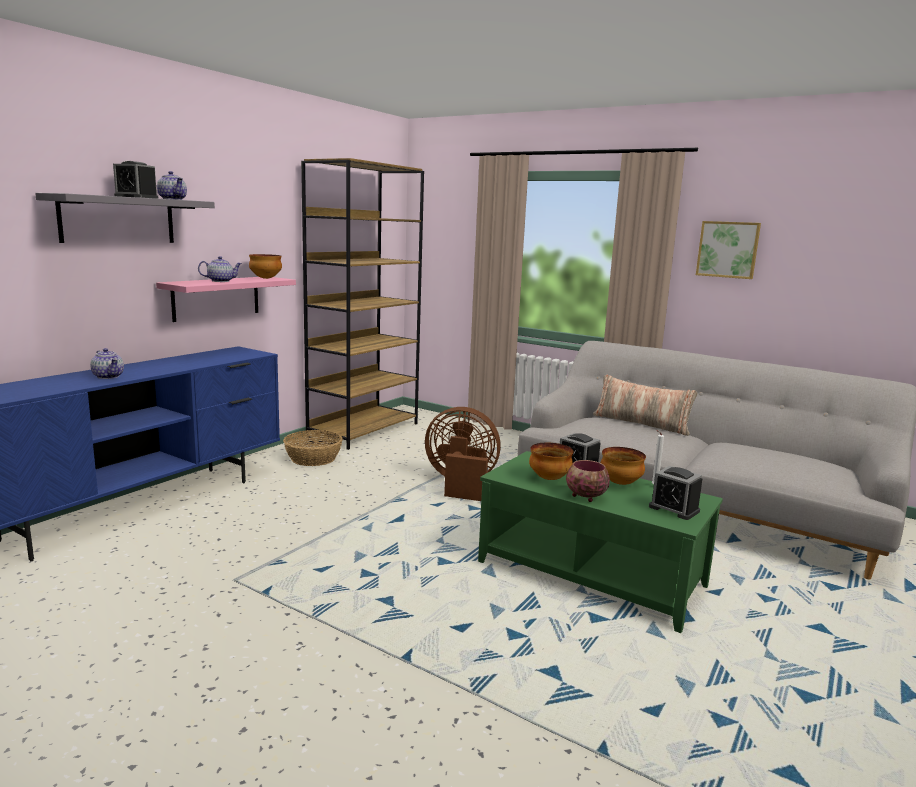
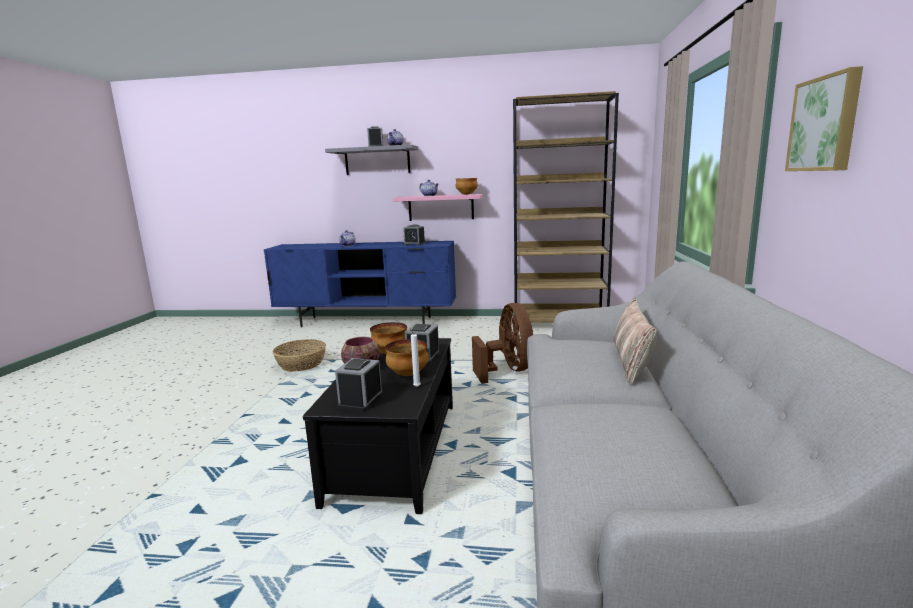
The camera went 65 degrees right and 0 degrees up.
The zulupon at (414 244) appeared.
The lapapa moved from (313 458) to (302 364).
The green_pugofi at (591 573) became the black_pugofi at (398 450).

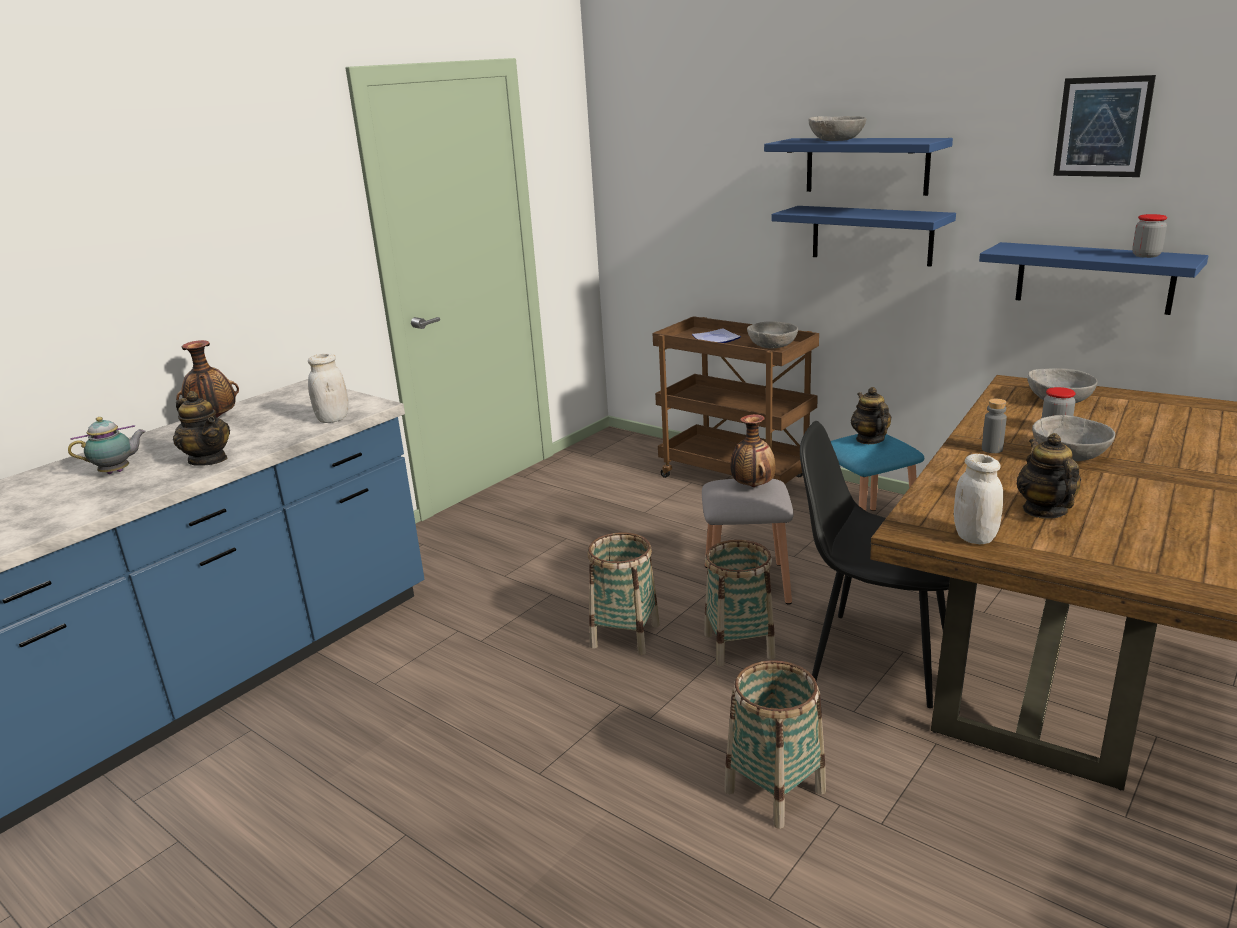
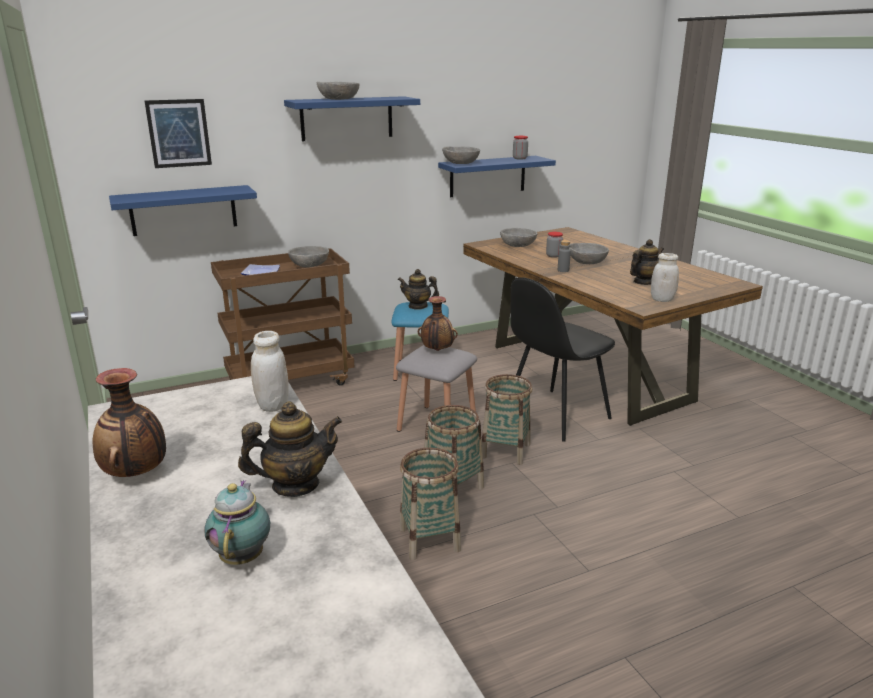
The camera went 65 degrees left and 0 degrees up.
The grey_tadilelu at (460 163) appeared.
The lapapa moved from (774 790) to (429 539).
The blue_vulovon moved from (871 235) to (183 210).
The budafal moved from (1102 127) to (179 133).
The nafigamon at (1044 510) turned 120 degrees clockwise.

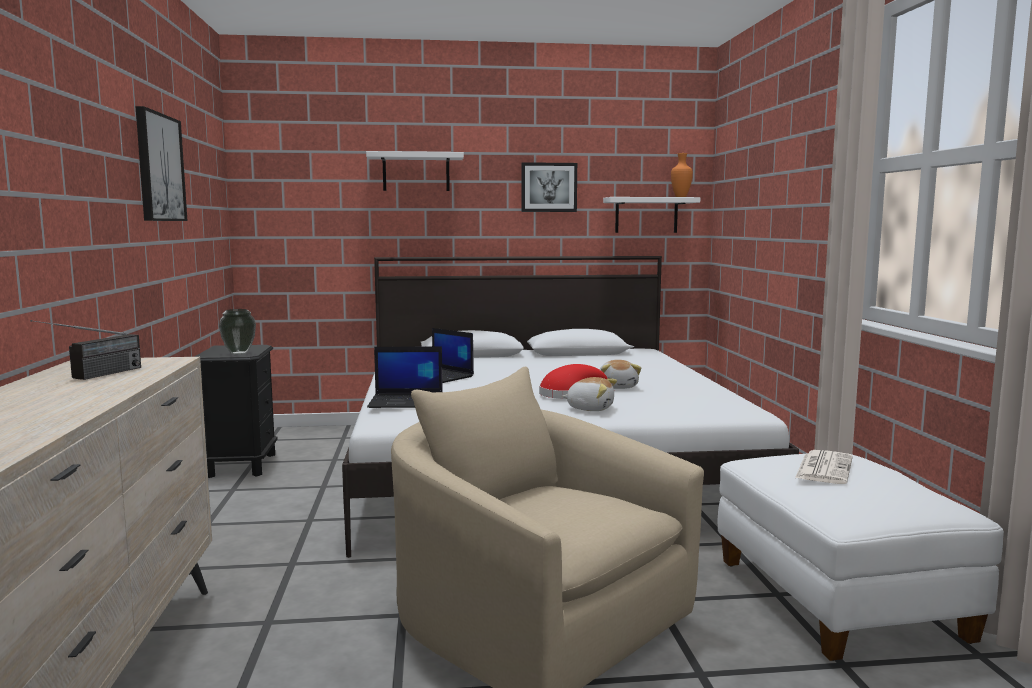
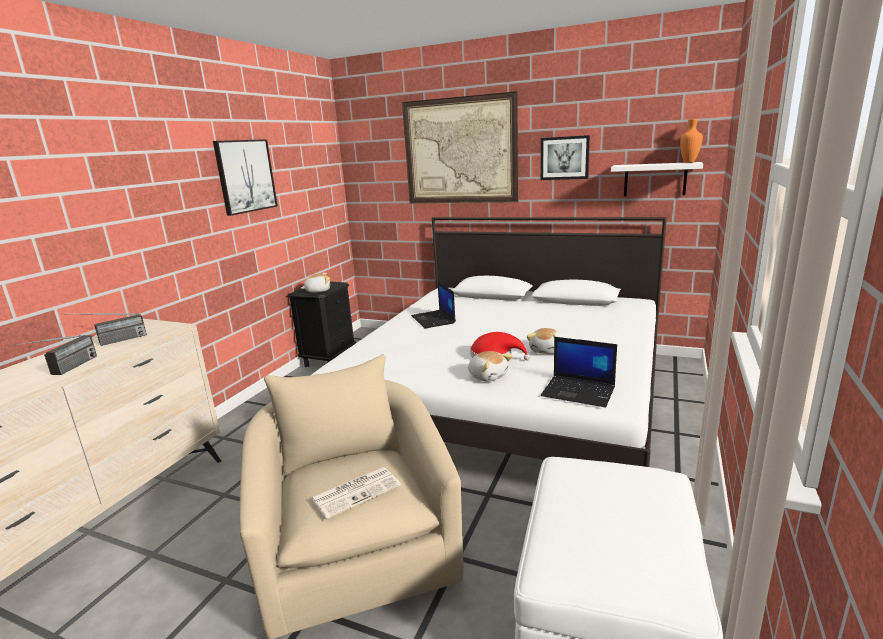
The camera went 30 degrees right and 10 degrees up.
The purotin at (66 370) appeared.
The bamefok moved from (407 401) to (579 391).
The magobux moved from (823 468) to (357 491).
The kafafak at (238 353) was replaced by the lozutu at (318 291).
The white_vulovon at (416 172) was replaced by the budafal at (460 151).

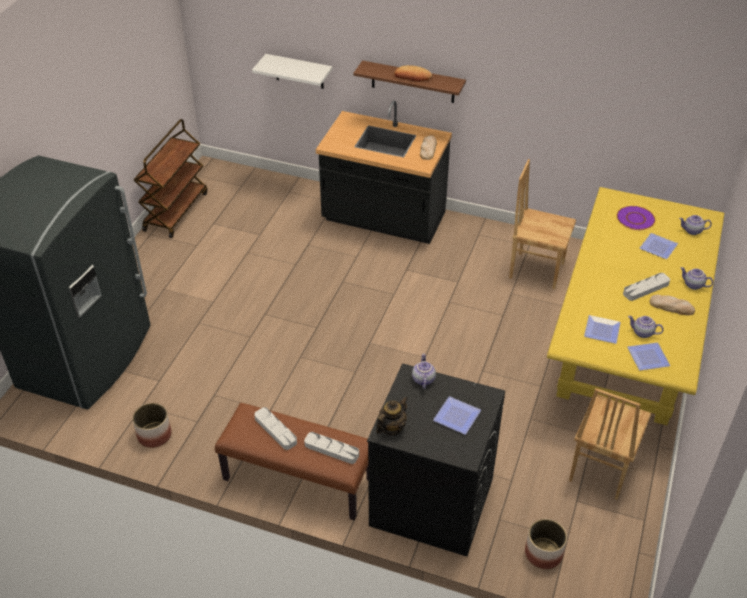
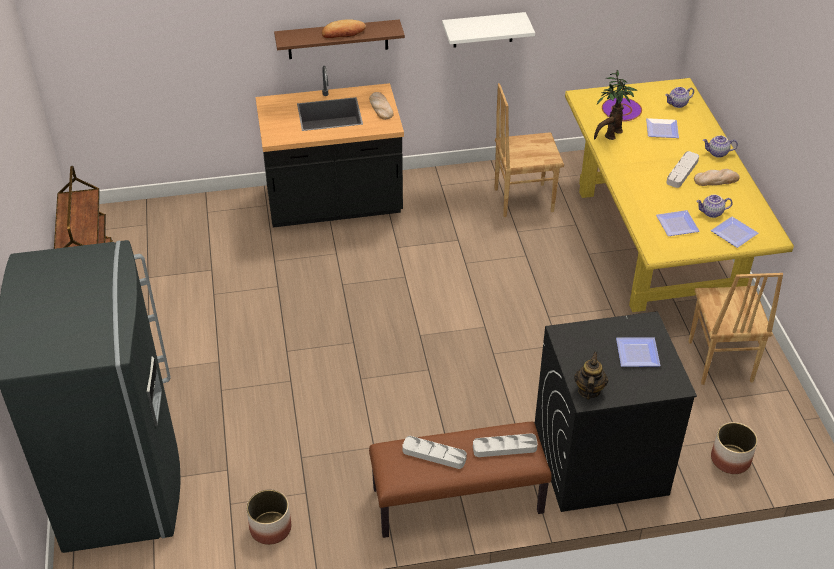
The camera went 30 degrees left and 0 degrees up.
The nafigamon at (422 379) disappeared.
The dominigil at (610 135) appeared.
The white_vulovon moved from (299 71) to (483 30).

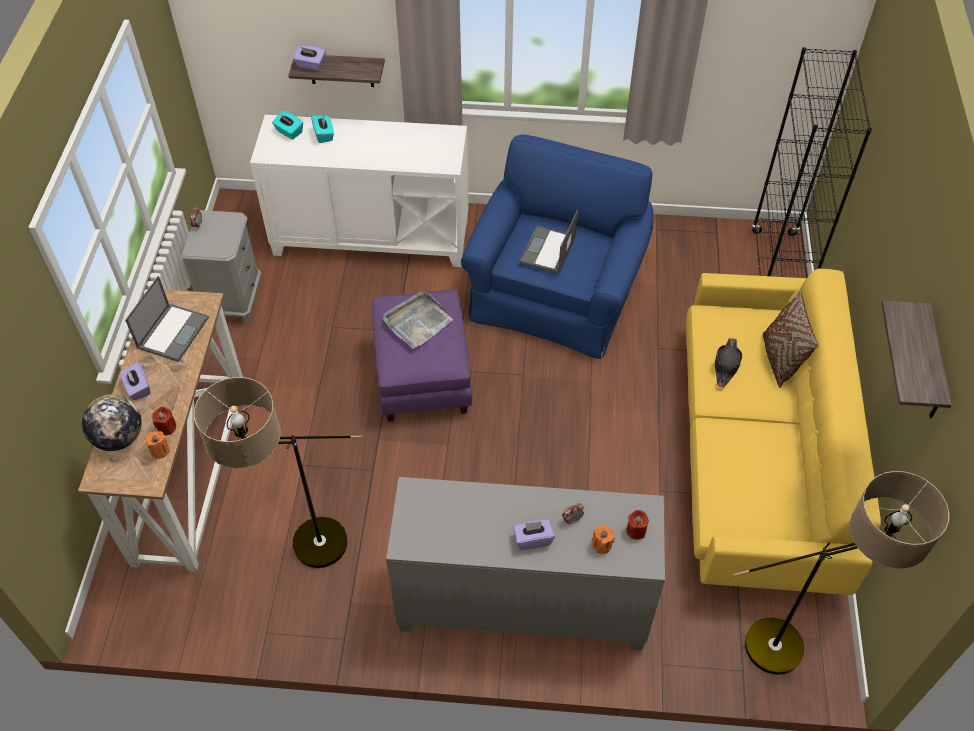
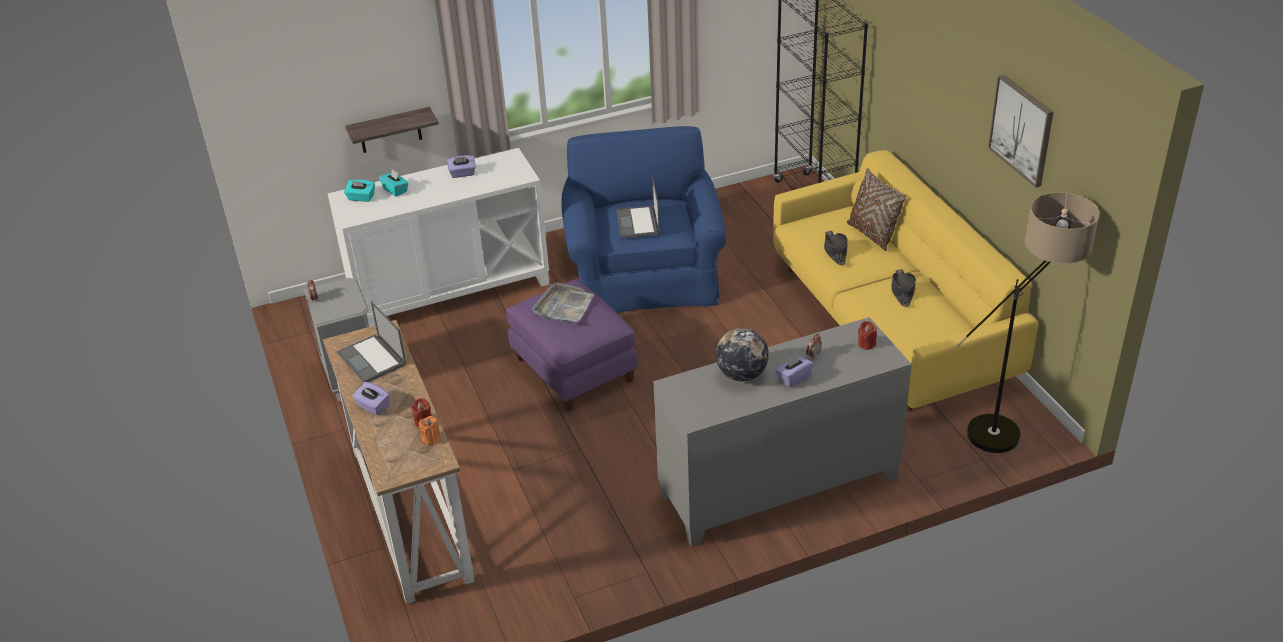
The camera went 25 degrees left and 15 degrees down.
The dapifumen at (300 554) disappeared.
The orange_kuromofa at (602 544) disappeared.
The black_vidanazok at (902 291) appeared.
The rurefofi moved from (119 438) to (741 375).
The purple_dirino moved from (310 65) to (462 173).
The vulovon at (932 367) was replaced by the budafal at (1022 130).
The bamefok at (173 332) turned 150 degrees clockwise.

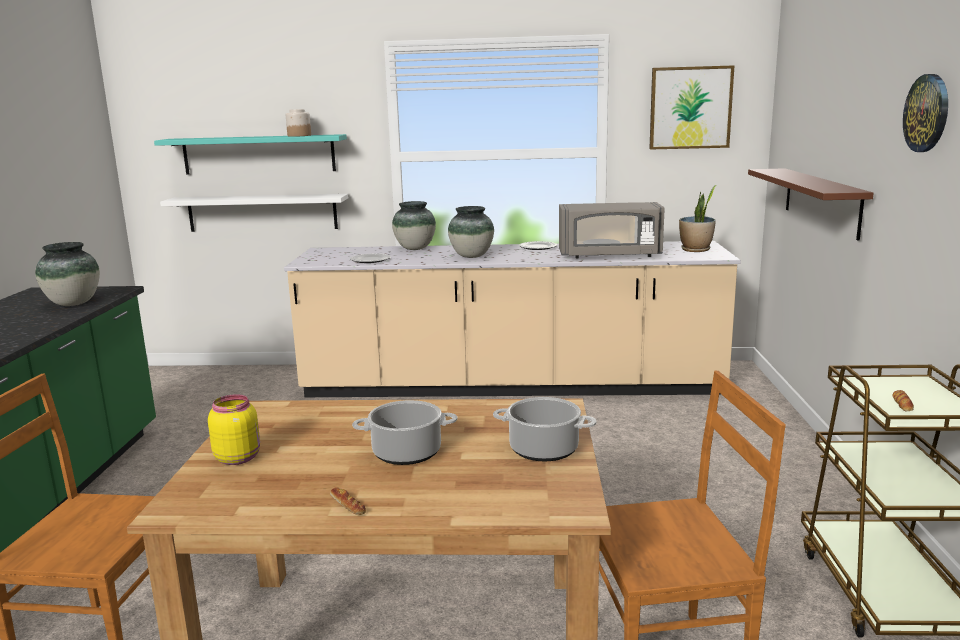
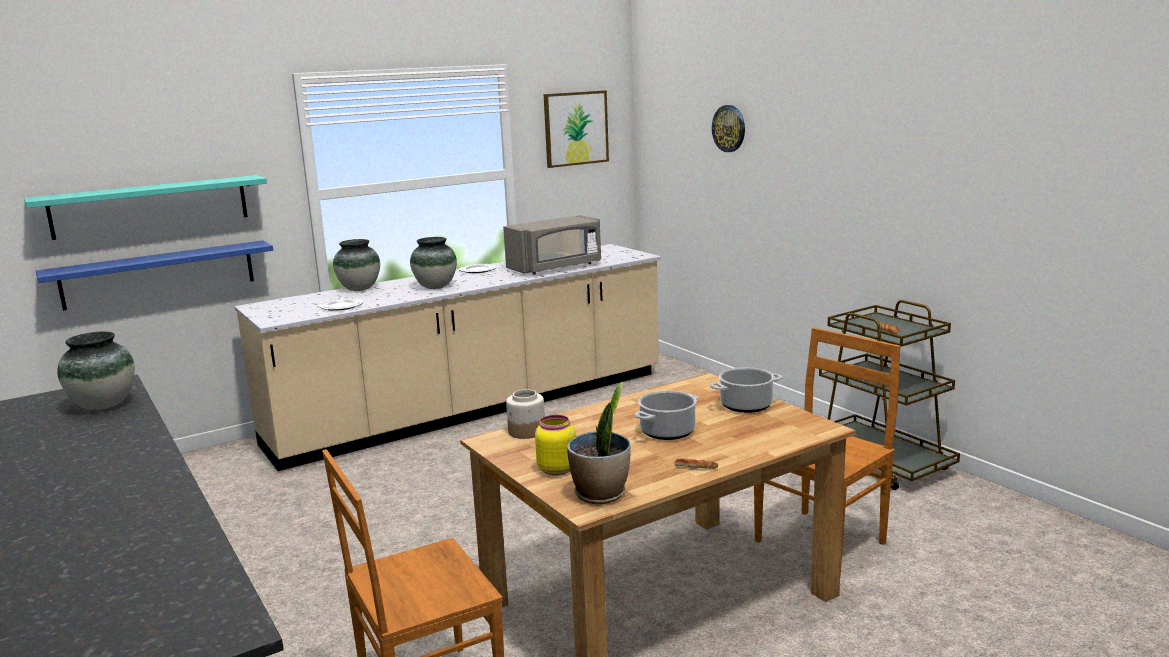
The camera went 35 degrees left and 0 degrees up.
The brown_vulovon at (821 201) disappeared.
The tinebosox moved from (299 135) to (526 432).
The dominigil moved from (696 250) to (601 494).
The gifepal moved from (927 113) to (729 128).
The white_vulovon at (262 212) became the blue_vulovon at (159 274).

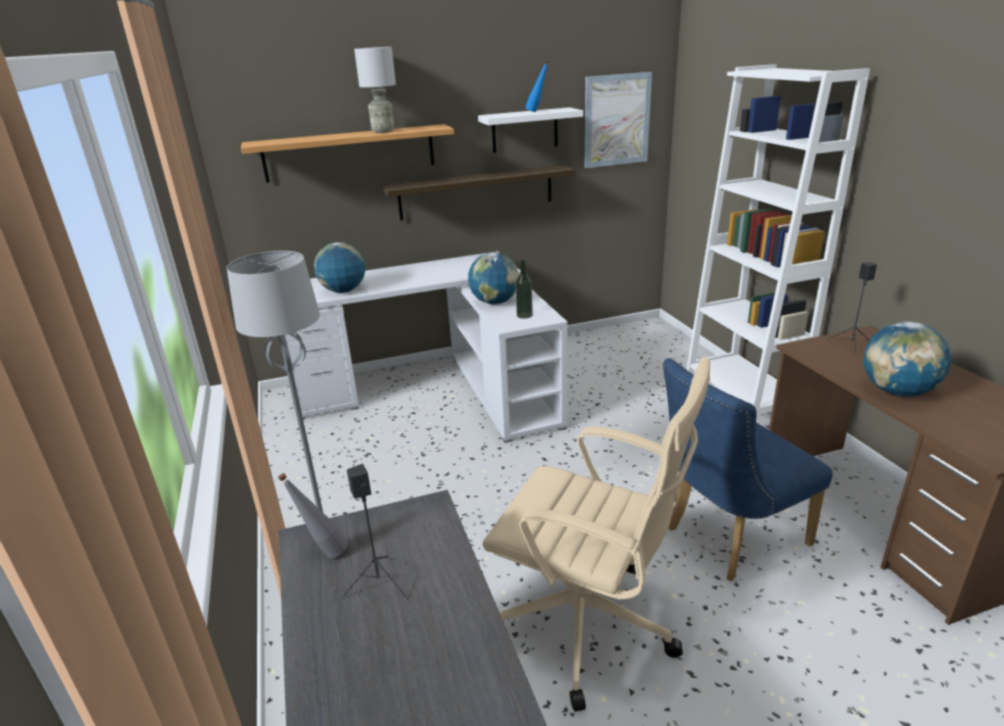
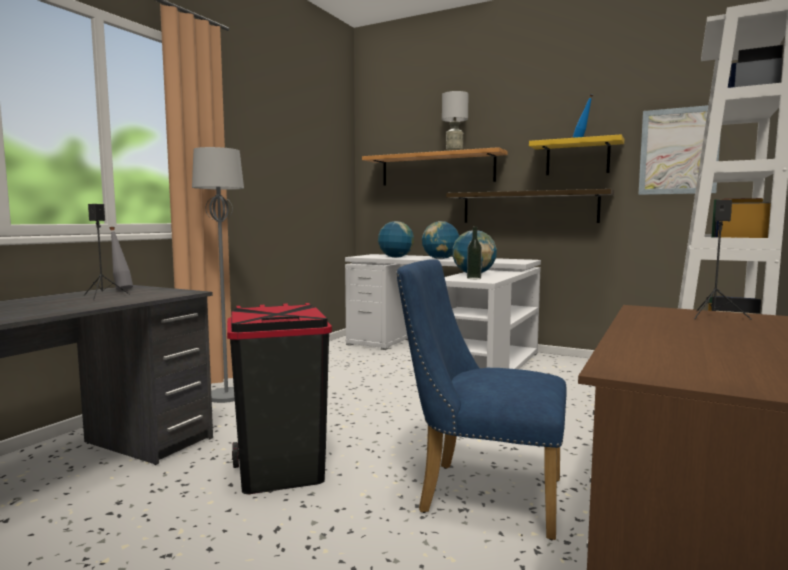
The camera went 45 degrees right and 20 degrees down.
The rurefofi moved from (897 391) to (440 259).
The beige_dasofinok at (588 625) was replaced by the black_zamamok at (281 472).
The white_vulovon at (525 130) became the yellow_vulovon at (577 157).

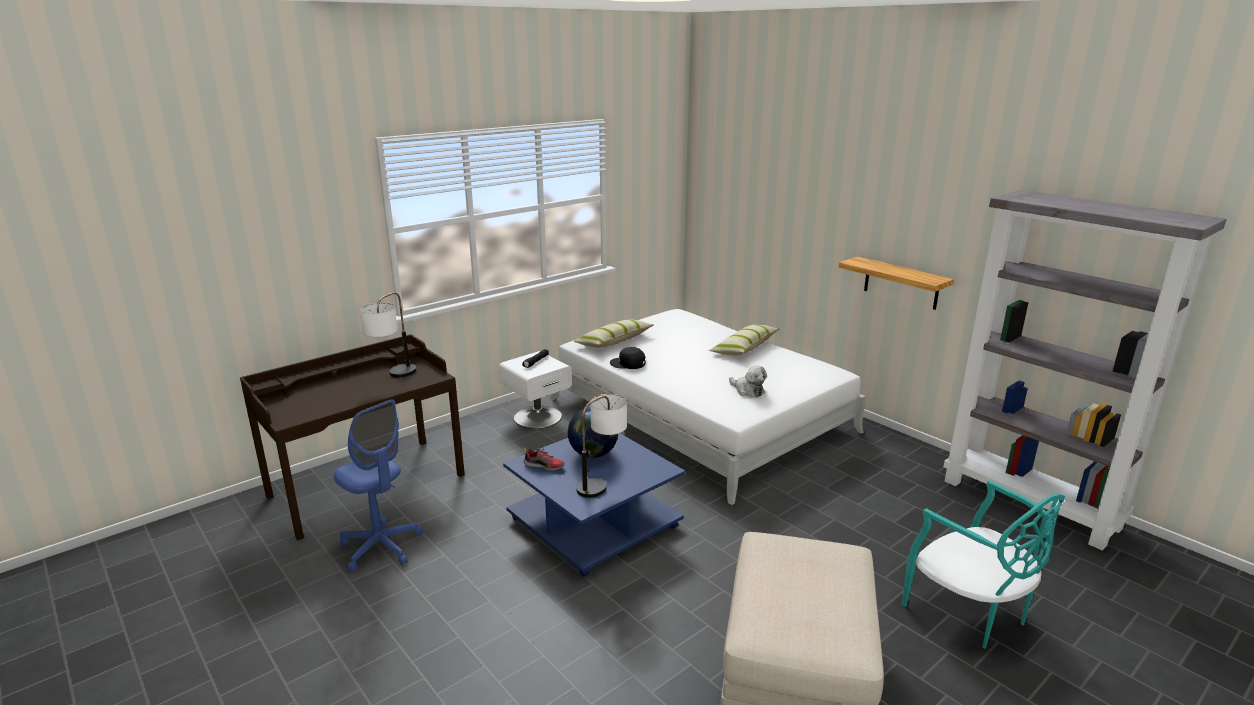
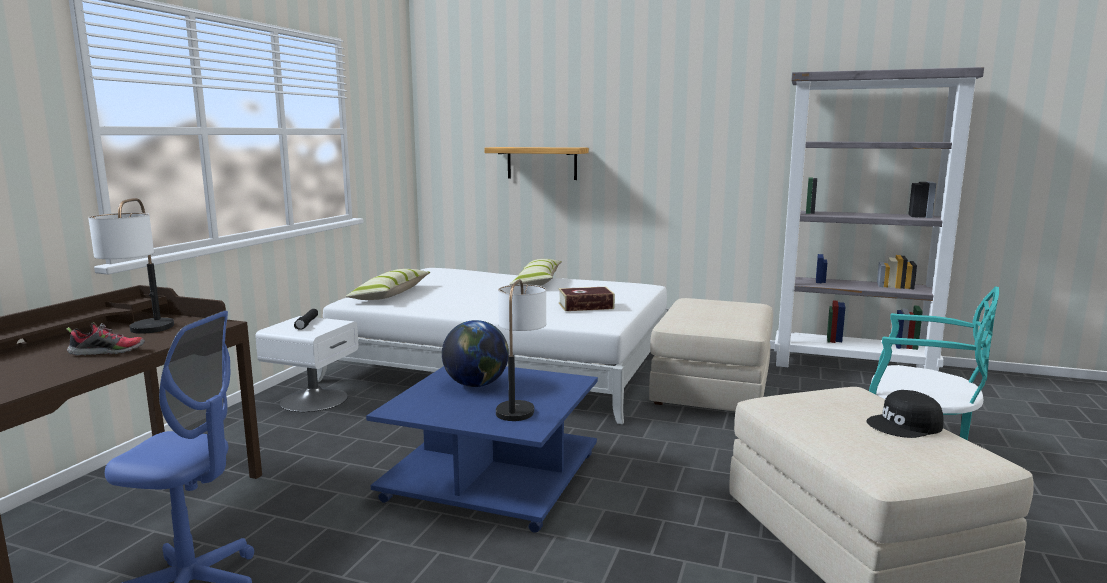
The camera went 30 degrees left and 10 degrees down.
The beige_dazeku at (712 387) appeared.
The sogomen moved from (544 466) to (108 352).
The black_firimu moved from (628 363) to (905 425).
The vulovon moved from (901 283) to (542 163).
The lozutu at (748 391) was replaced by the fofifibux at (586 306).

